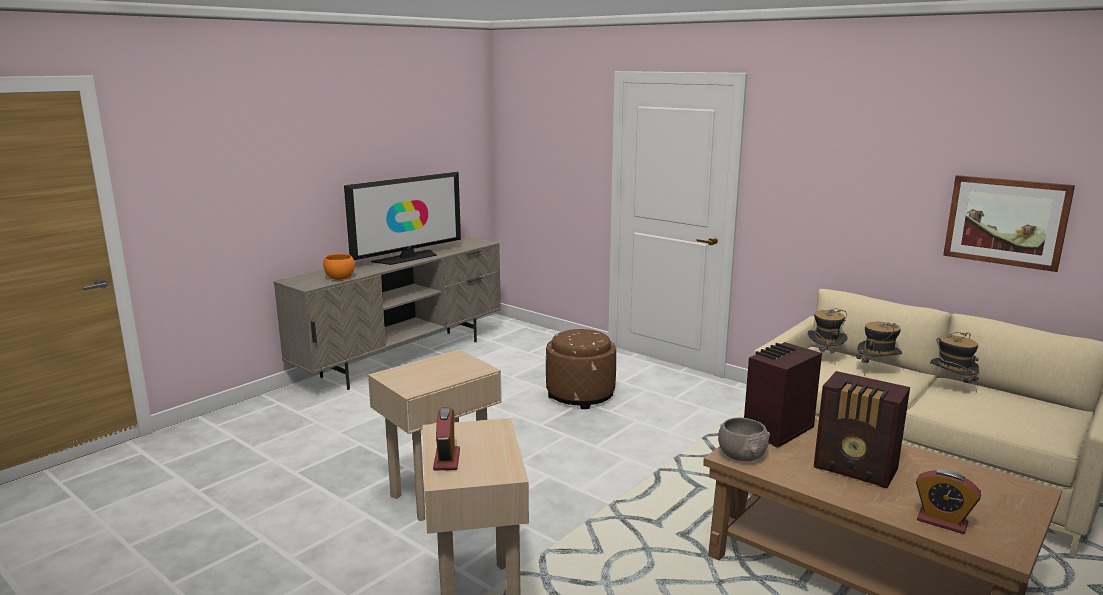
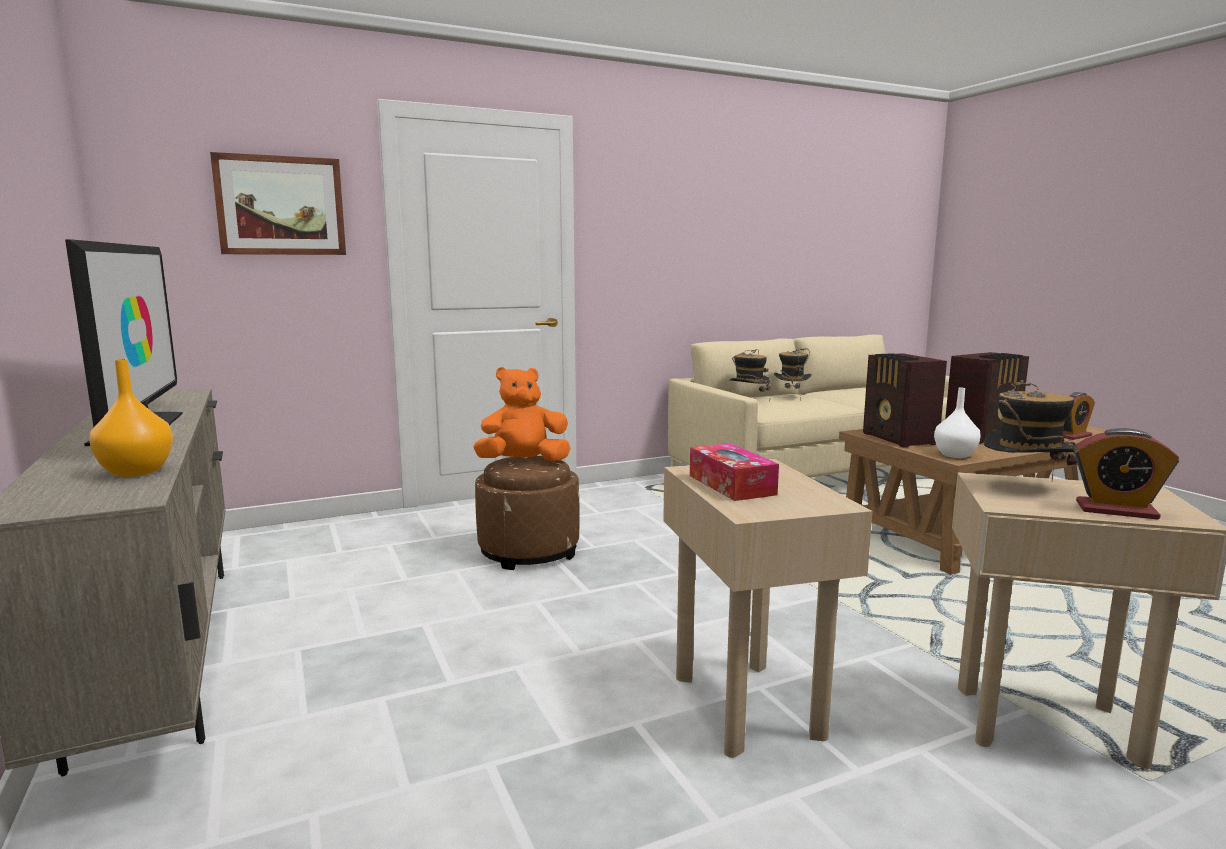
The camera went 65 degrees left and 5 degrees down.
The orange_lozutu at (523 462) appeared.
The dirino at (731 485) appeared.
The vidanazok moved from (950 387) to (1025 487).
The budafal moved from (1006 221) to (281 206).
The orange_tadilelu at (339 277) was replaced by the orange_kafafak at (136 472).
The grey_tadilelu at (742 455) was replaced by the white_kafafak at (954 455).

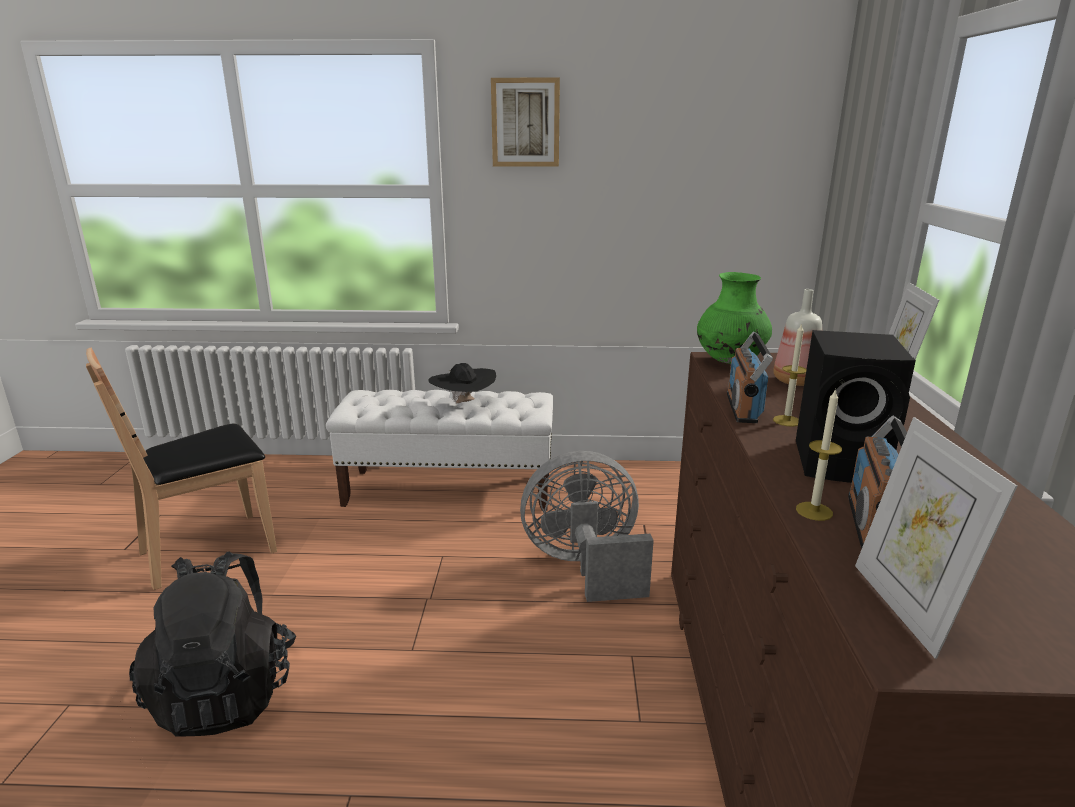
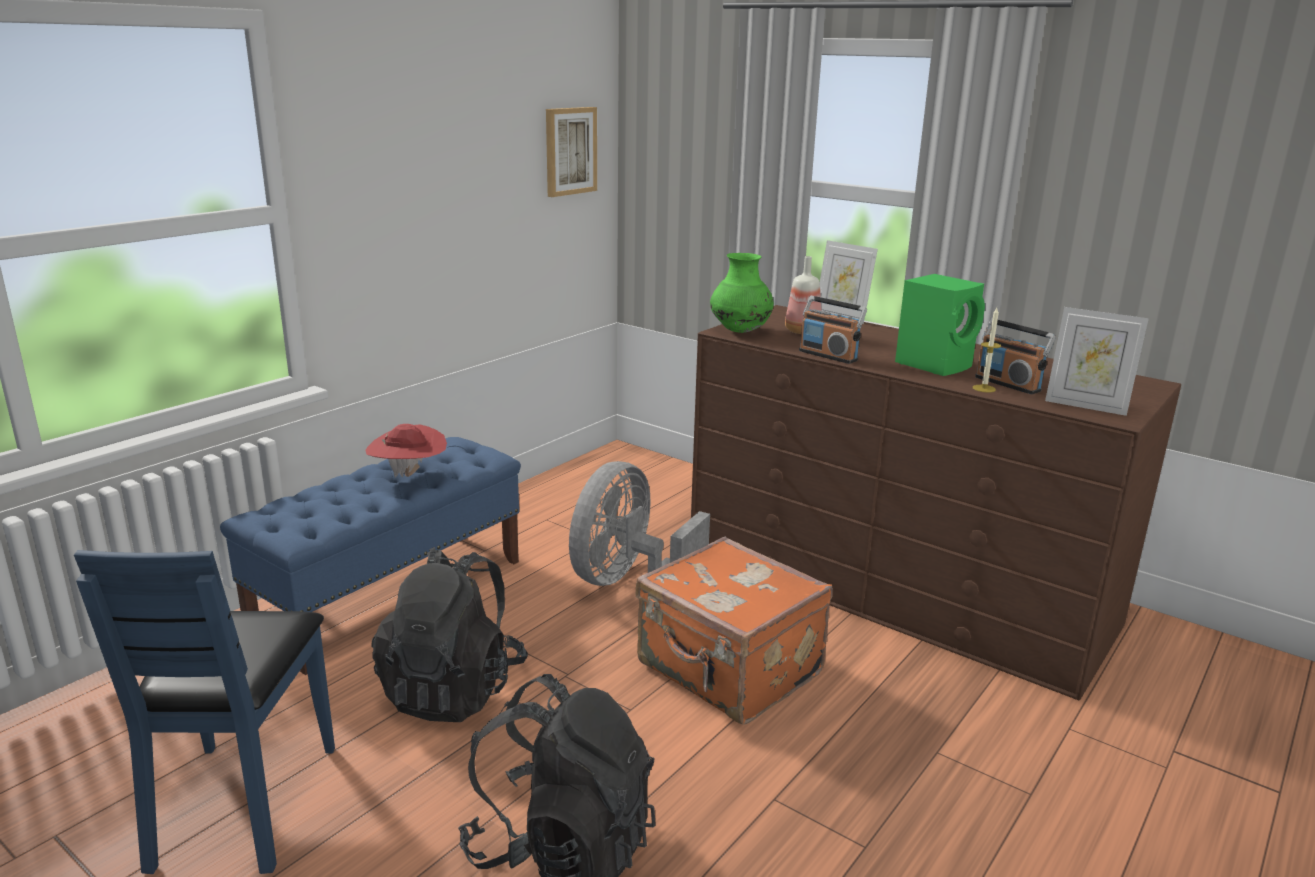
The camera went 55 degrees left and 0 degrees up.
The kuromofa at (787 421) disappeared.
The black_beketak at (454 689) appeared.
The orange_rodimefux at (728 671) appeared.
The budafal moved from (525 123) to (570 151).
The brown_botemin at (209 550) became the blue_botemin at (243 804).
The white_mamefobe at (450 489) became the blue_mamefobe at (392 595).
The black_vidanazok at (463 404) became the red_vidanazok at (409 475).
The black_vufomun at (843 463) became the green_vufomun at (935 364).

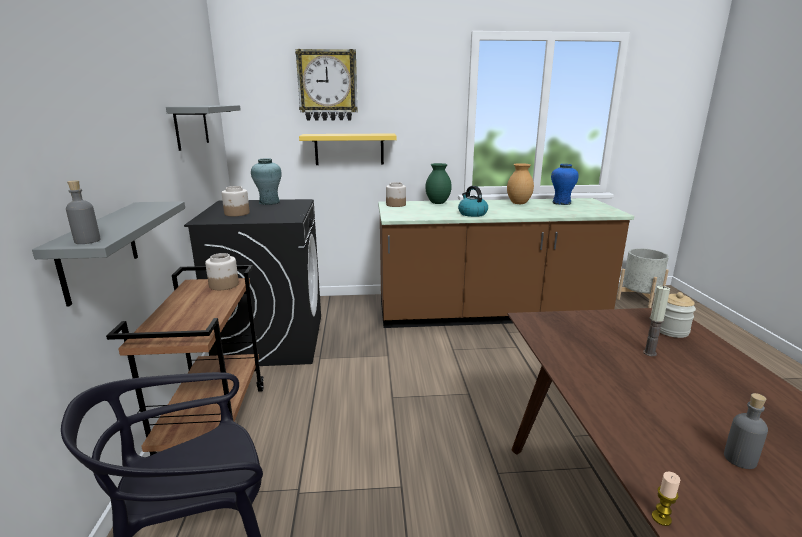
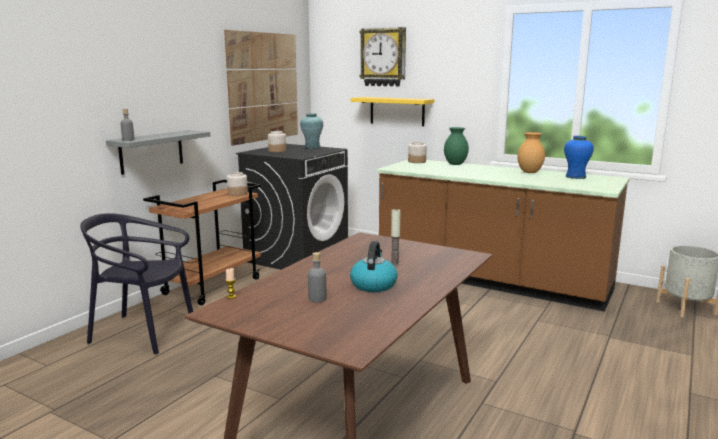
The camera went 35 degrees right and 5 degrees down.
The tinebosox at (671 331) disappeared.
The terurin moved from (472 214) to (373 284).
The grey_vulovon at (191 126) was replaced by the budafal at (263 87).

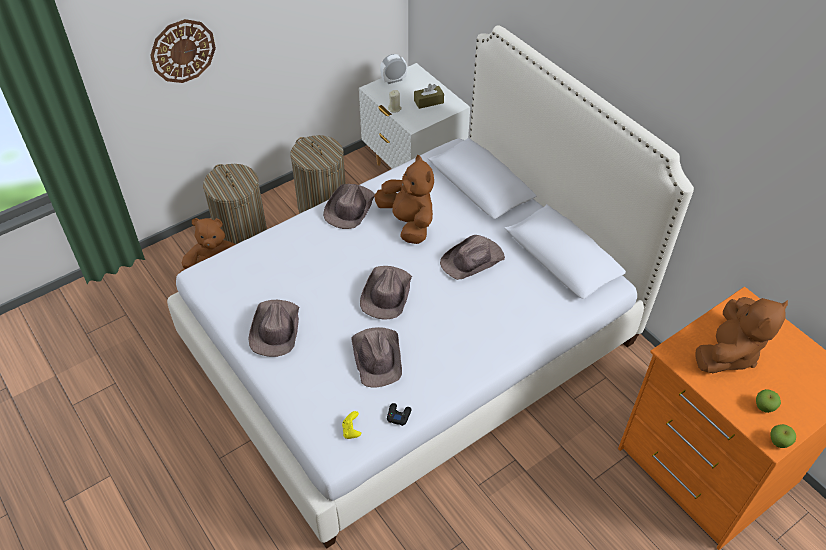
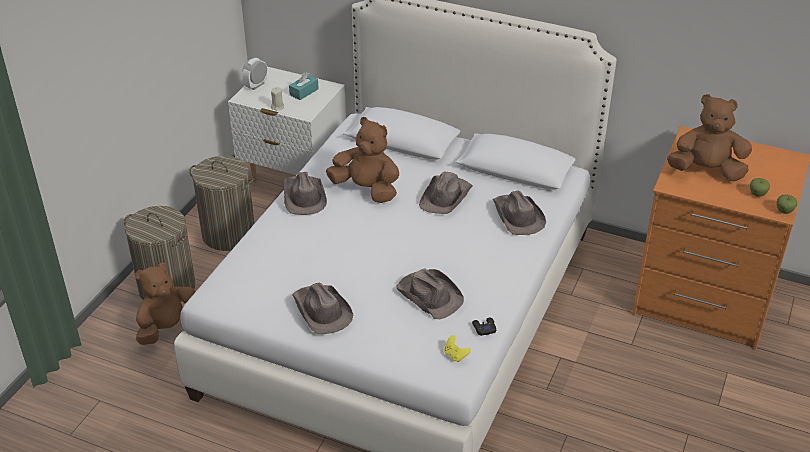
The camera went 30 degrees left and 10 degrees down.
The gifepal at (183 51) disappeared.
The brown_vidanazok moved from (386 294) to (517 216).
The brown_dirino at (428 102) became the turquoise_dirino at (304 92).
The brown_lozutu at (728 353) turned 90 degrees counterclockwise.

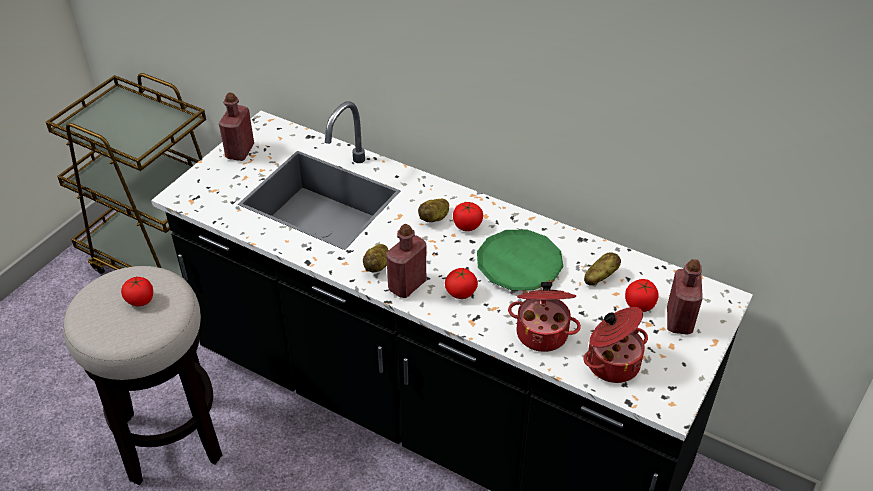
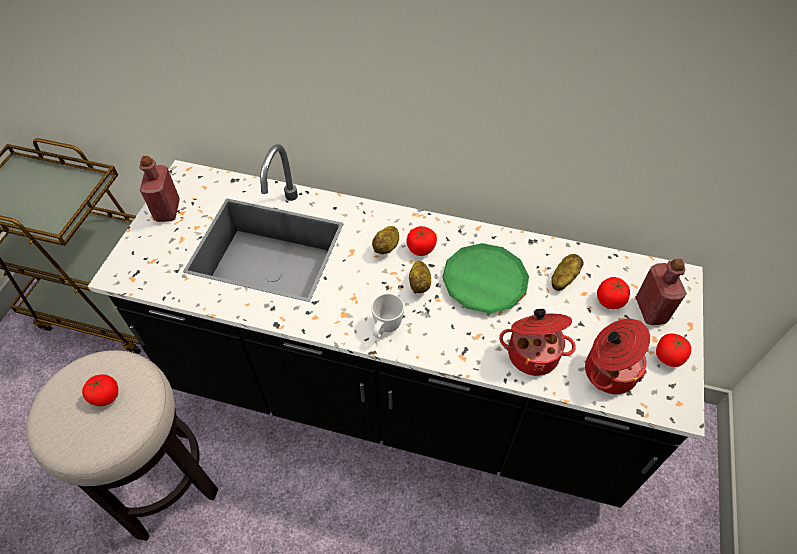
The camera went 15 degrees left and 10 degrees up.
The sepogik moved from (378 266) to (420 284).
The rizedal moved from (460 292) to (668 357).
The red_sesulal at (407 285) was replaced by the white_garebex at (385 329).

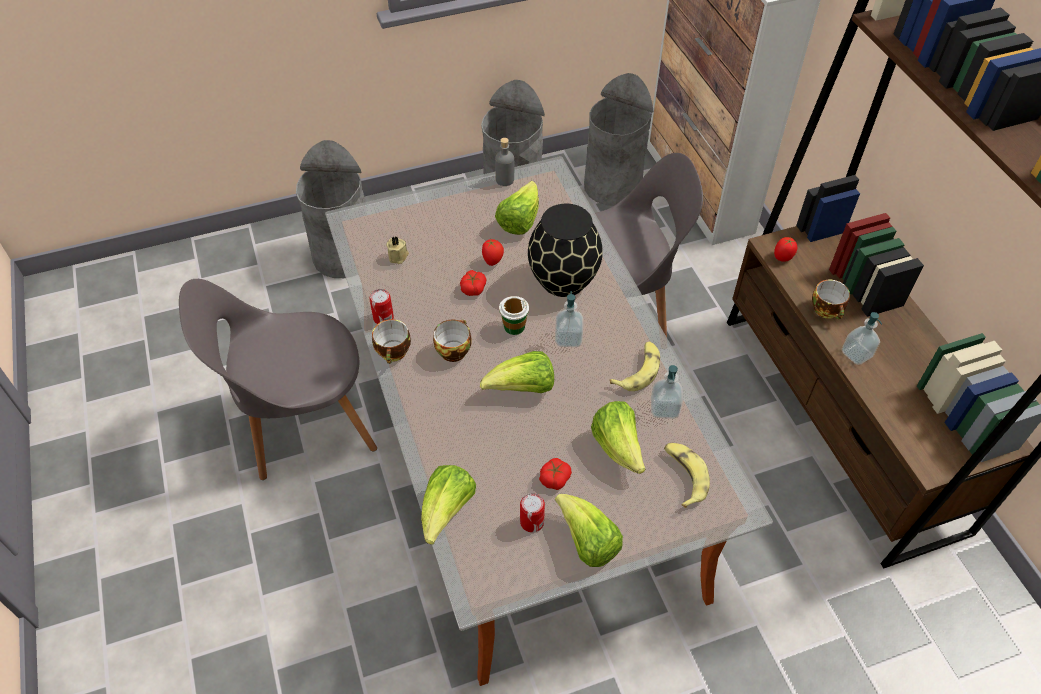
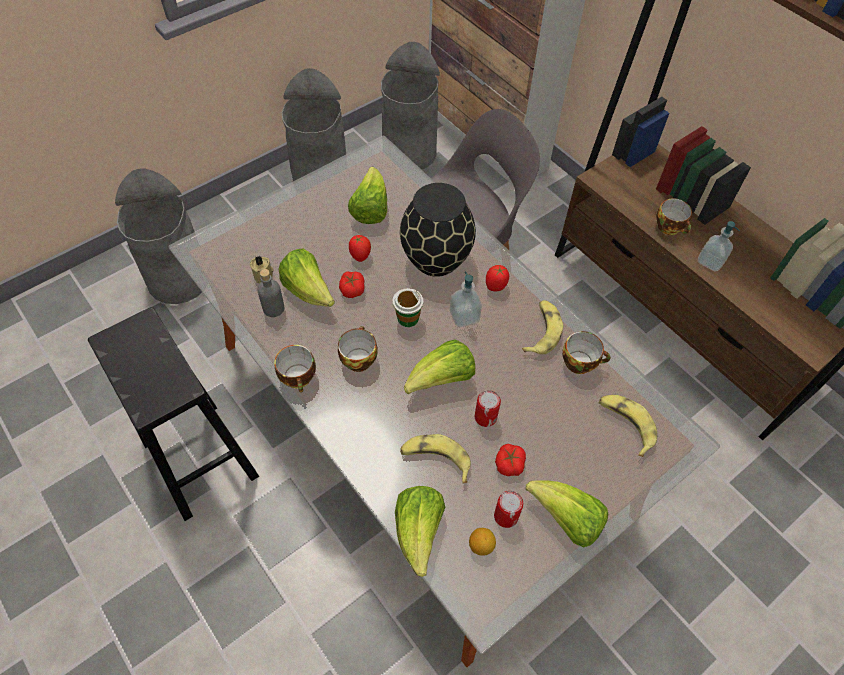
The camera went 20 degrees left and 5 degrees up.
The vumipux at (435 459) appeared.
The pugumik at (481 545) appeared.
The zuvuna moved from (383 318) to (485 417).
The grey_sesulal moved from (505 179) to (273 308).
The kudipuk moved from (618 447) to (308 291).
The rizedal moved from (783 257) to (496 286).
The grey_botemin at (303 421) was replaced by the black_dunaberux at (198 457).
The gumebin at (664 408) was replaced by the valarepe at (581 362).

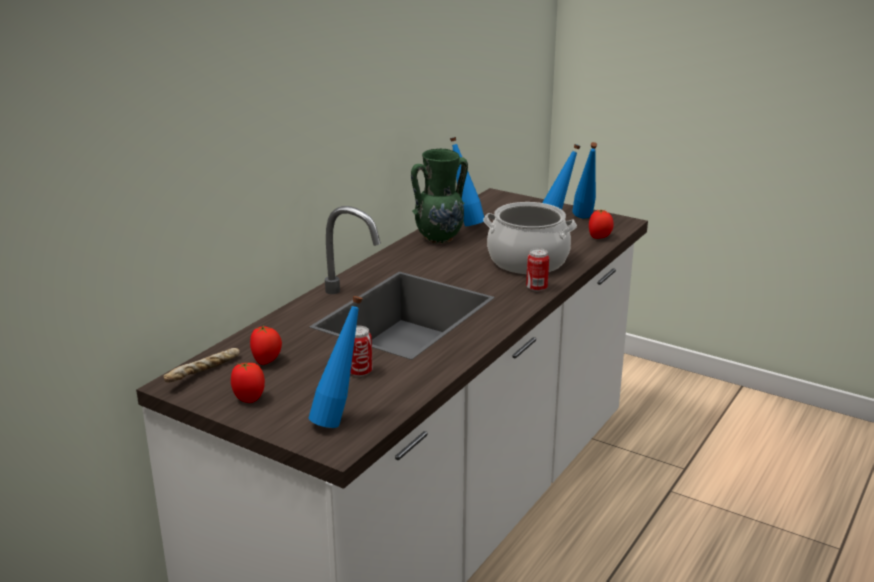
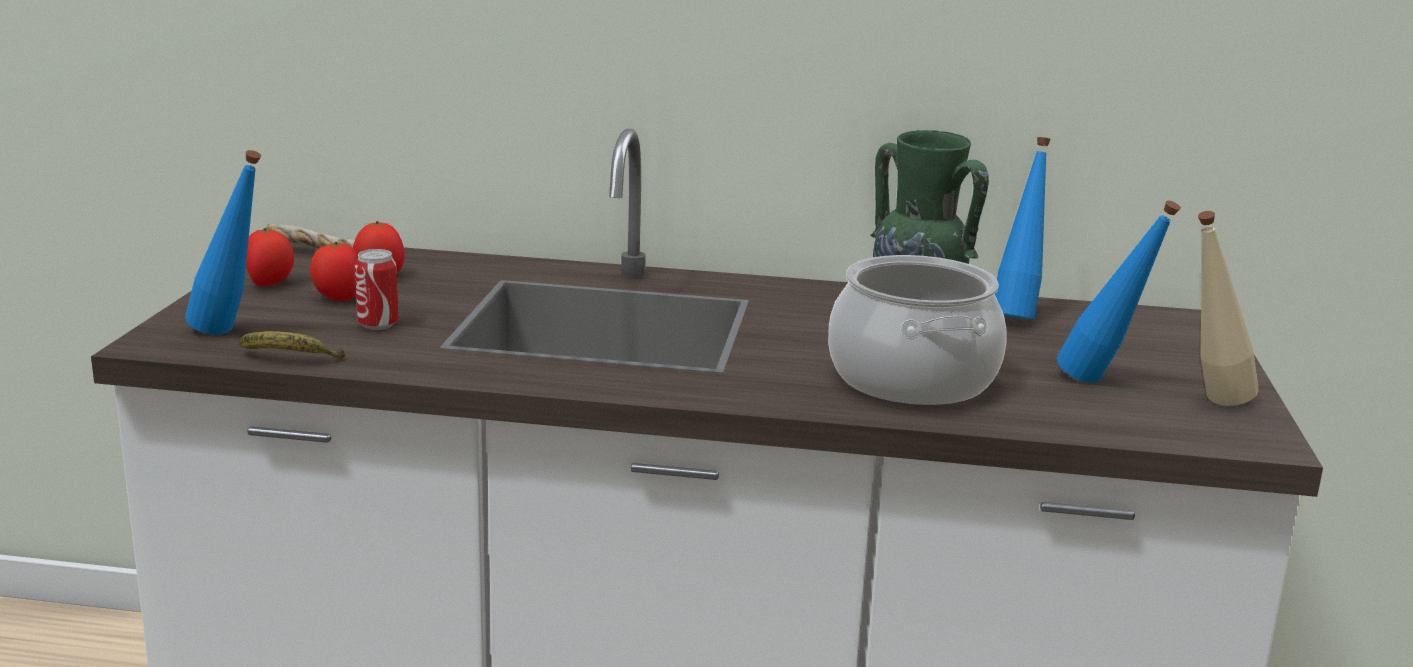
The camera went 65 degrees right and 5 degrees down.
The zuvuna at (536 288) disappeared.
The vumipux at (289 360) appeared.
The rizedal moved from (599 237) to (337 299).
The blue_sesulal at (584 219) became the beige_sesulal at (1208 403).

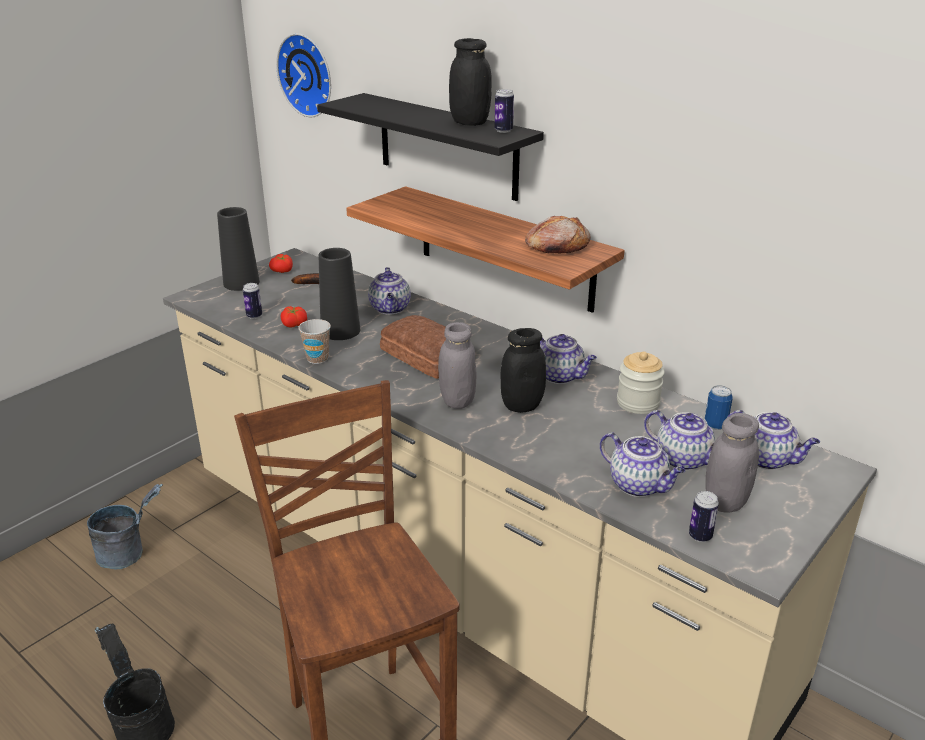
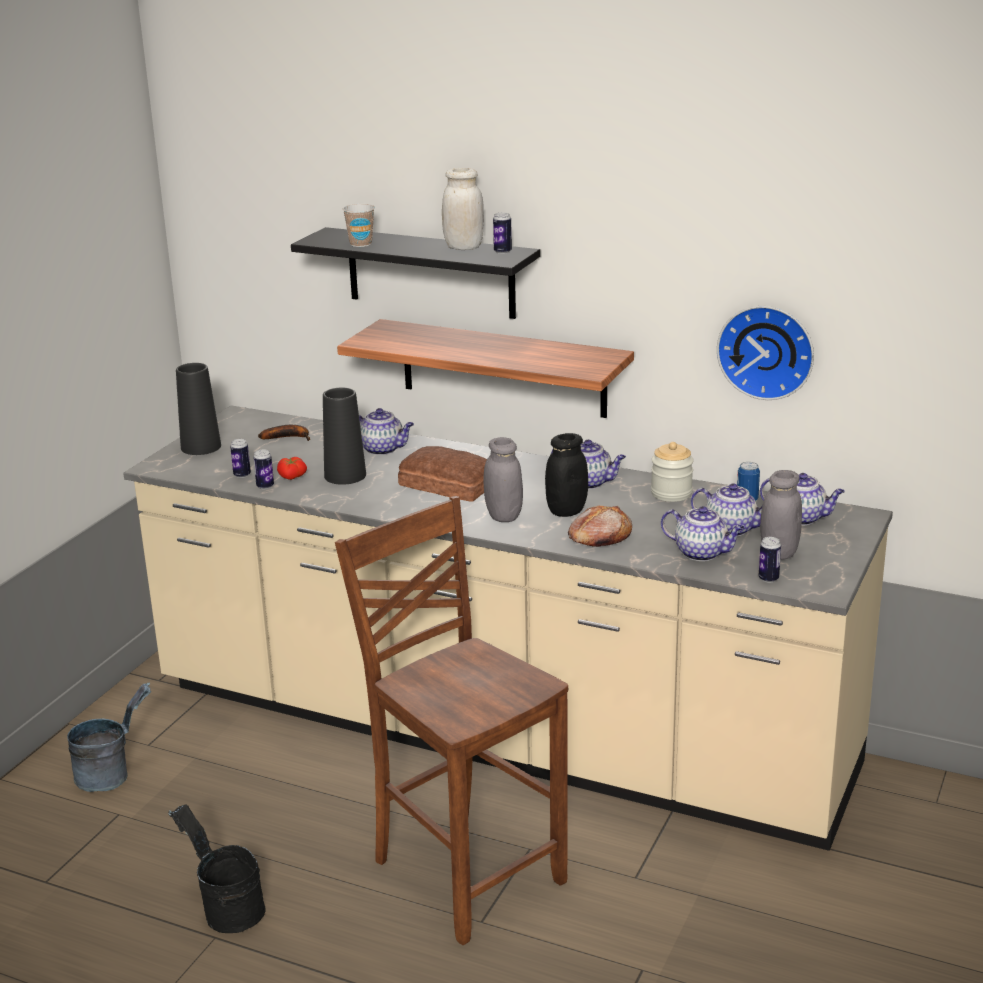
The camera went 15 degrees left and 5 degrees down.
The rizedal at (283 271) disappeared.
The zuvuna at (265 486) appeared.
The gifepal moved from (308 74) to (767 350).
The valarepe moved from (317 358) to (360 244).
The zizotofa moved from (556 246) to (599 537).
The black_tinebosox at (469 123) became the white_tinebosox at (463 247).
The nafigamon at (390 309) turned 45 degrees counterclockwise.

